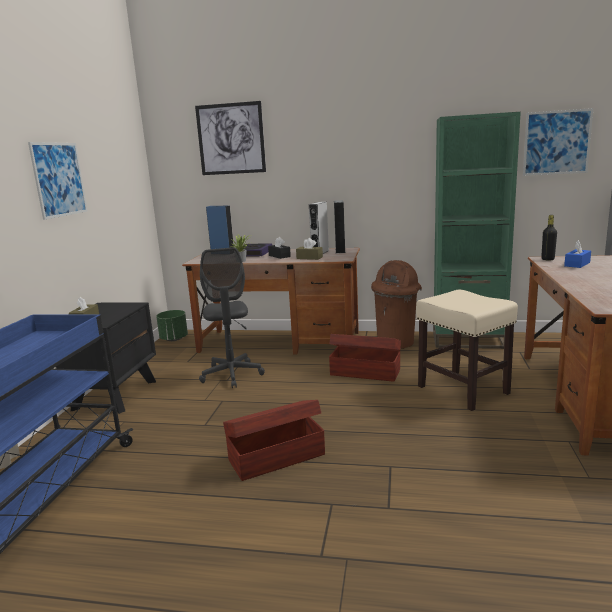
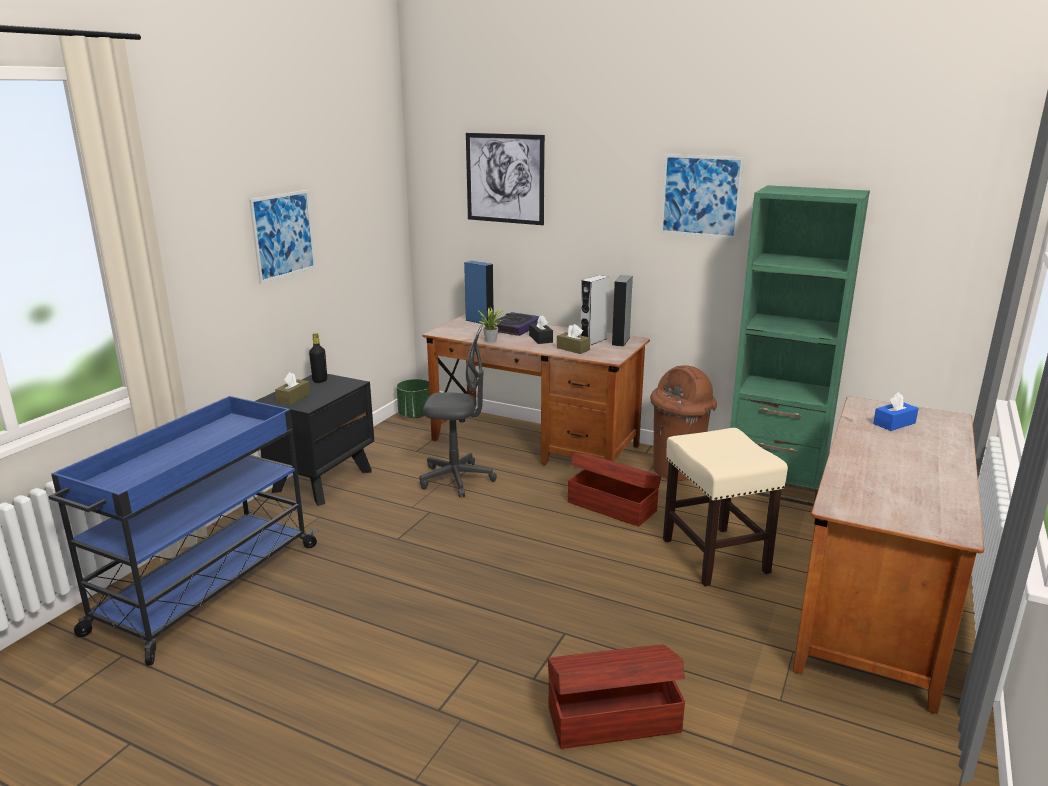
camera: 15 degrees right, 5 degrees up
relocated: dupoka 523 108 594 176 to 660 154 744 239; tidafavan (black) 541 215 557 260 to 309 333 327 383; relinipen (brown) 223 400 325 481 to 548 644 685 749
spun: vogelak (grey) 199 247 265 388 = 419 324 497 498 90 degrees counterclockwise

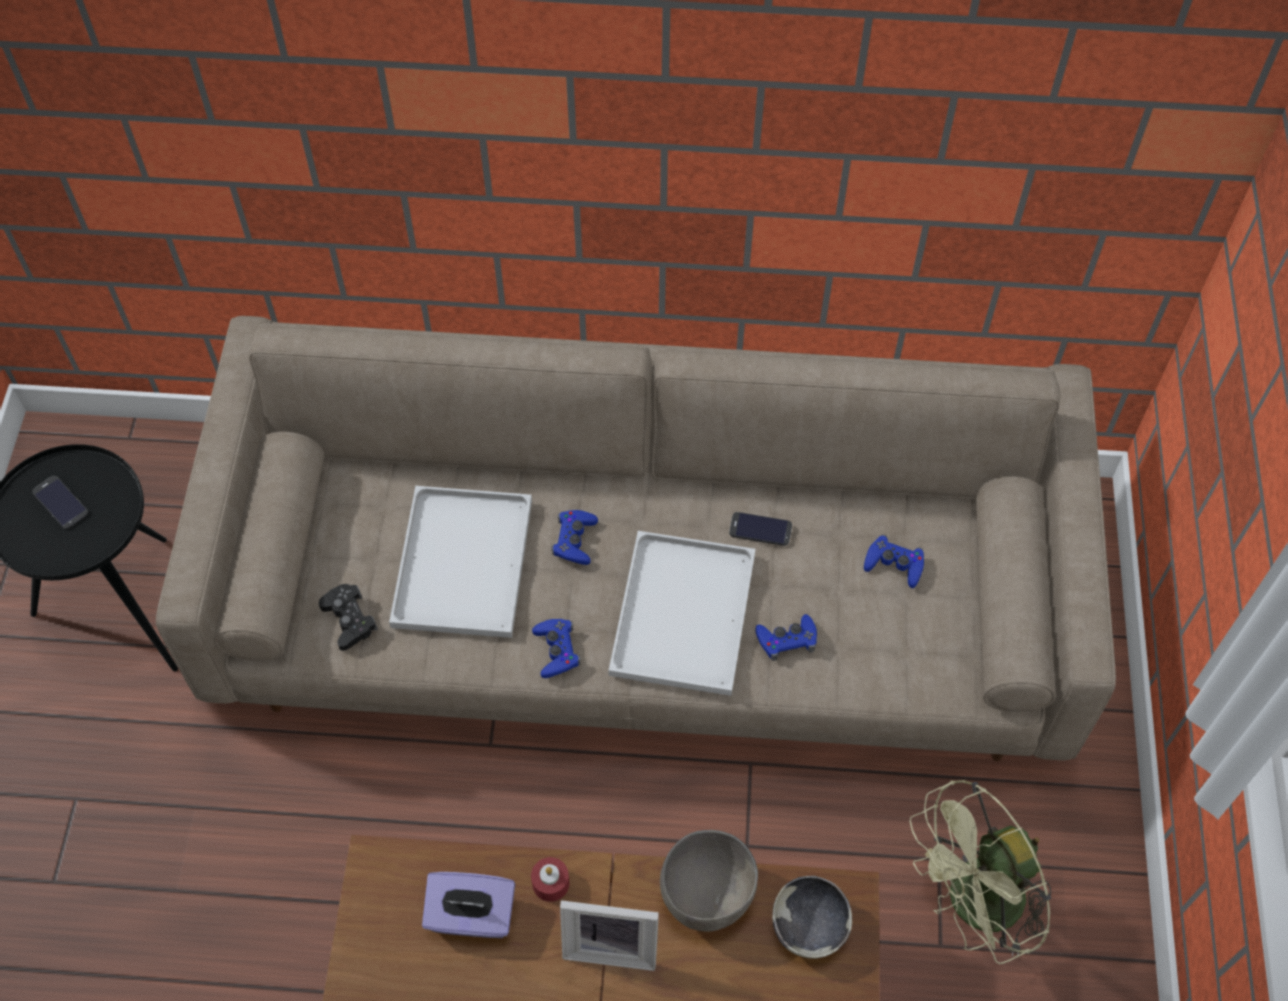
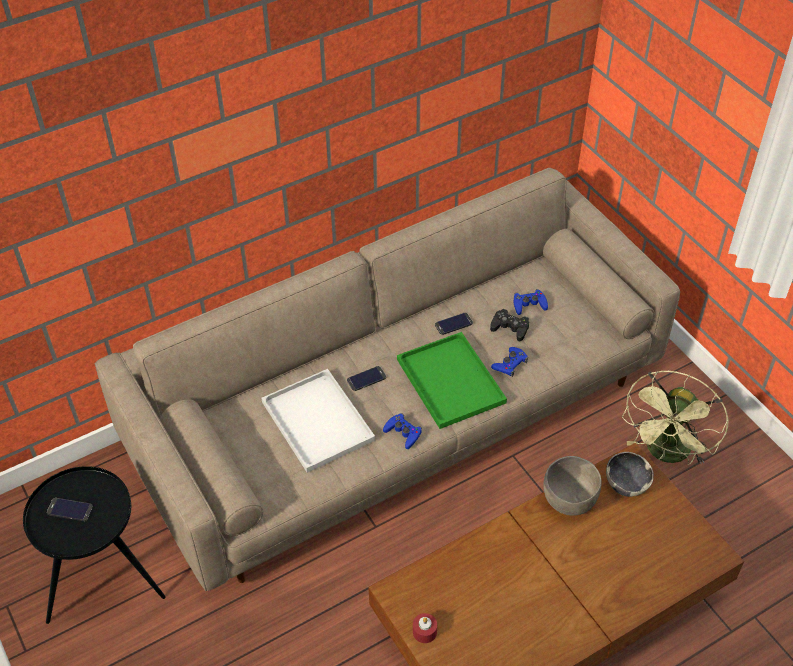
camera: 35 degrees left, 10 degrees down
missing: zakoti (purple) 422 872 515 938; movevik 560 900 659 971
relocated: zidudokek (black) 319 584 378 651 to 490 309 529 341; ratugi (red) 531 857 569 902 to 413 613 437 643
exchanged: zidudokek (blue) 551 510 598 565 to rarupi 347 366 386 391
colour: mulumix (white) 608 531 755 696 to mulumix (green) 397 332 507 429

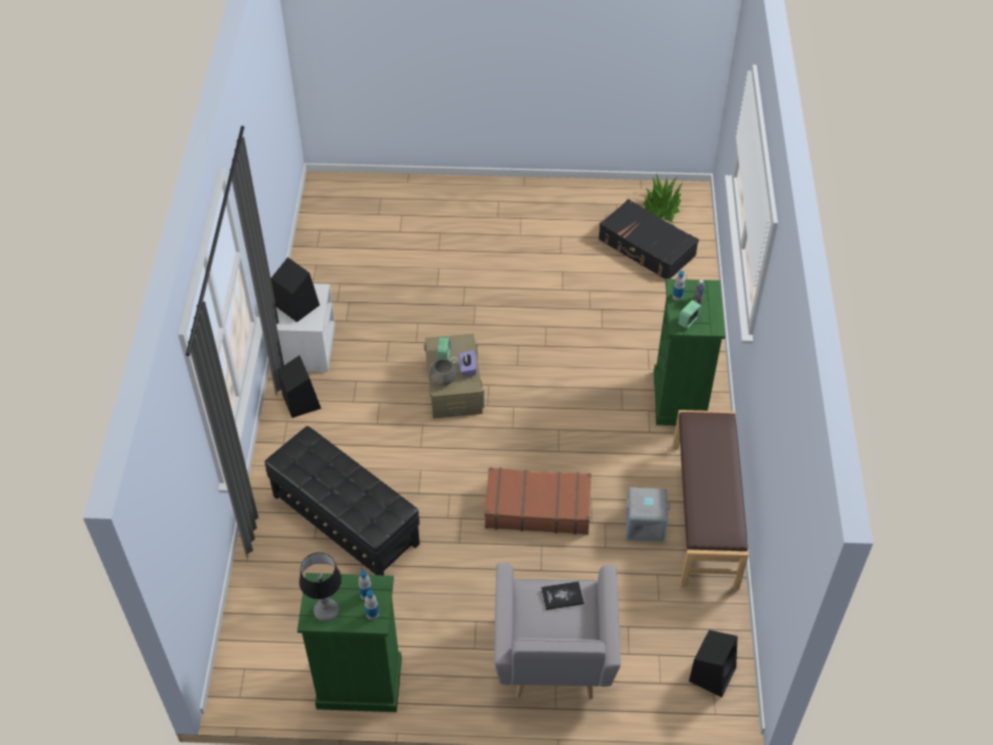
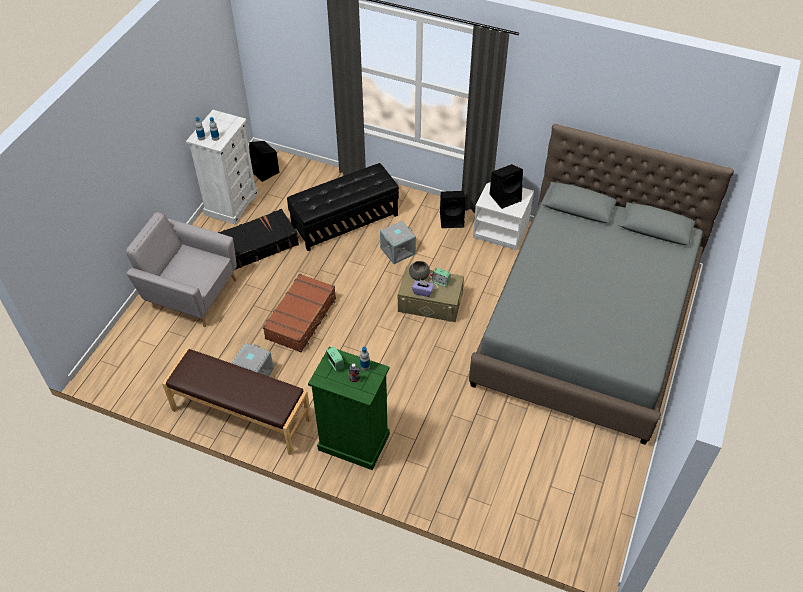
camera: 110 degrees right, 0 degrees up
missing: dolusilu 643 174 682 222; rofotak 299 553 342 622; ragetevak 541 581 584 610
appeared: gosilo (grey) 469 124 734 445; relinipen (grey) 380 221 416 264
relocated: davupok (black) 598 199 699 280 to 218 209 299 270; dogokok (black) 689 630 738 697 to 249 141 279 182
colour: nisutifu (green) 297 573 402 712 to nisutifu (white) 186 110 258 225

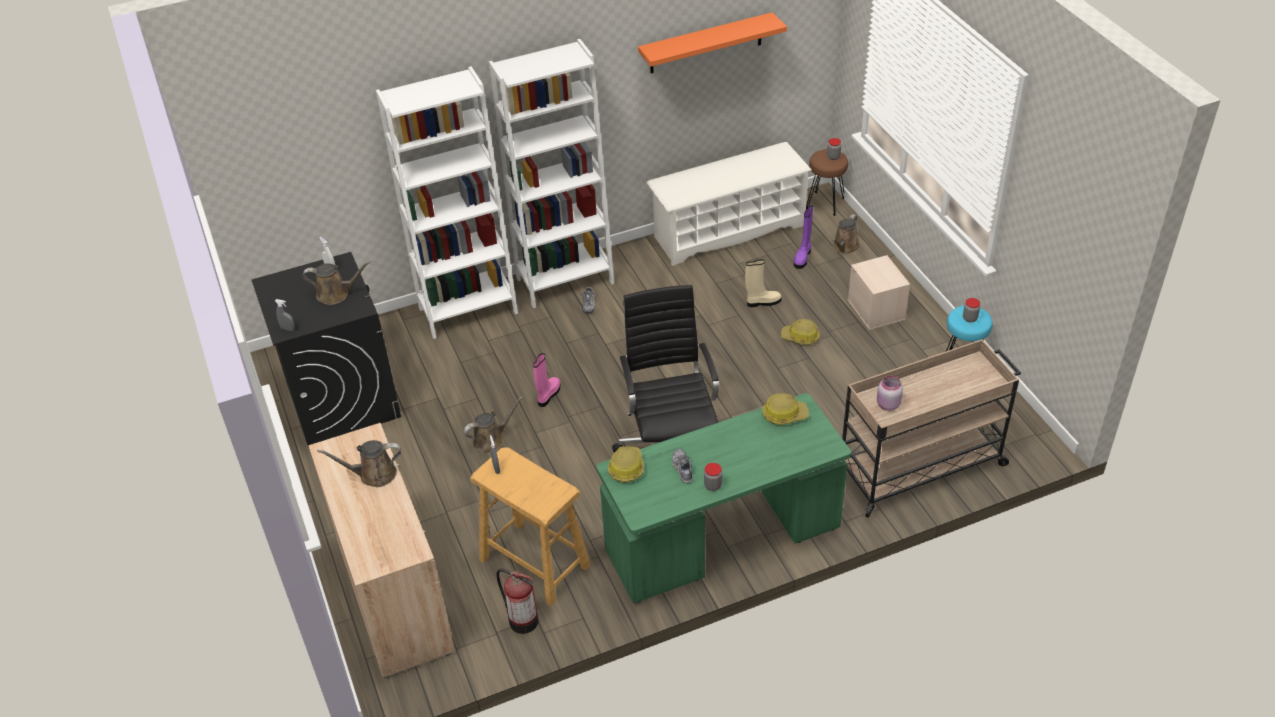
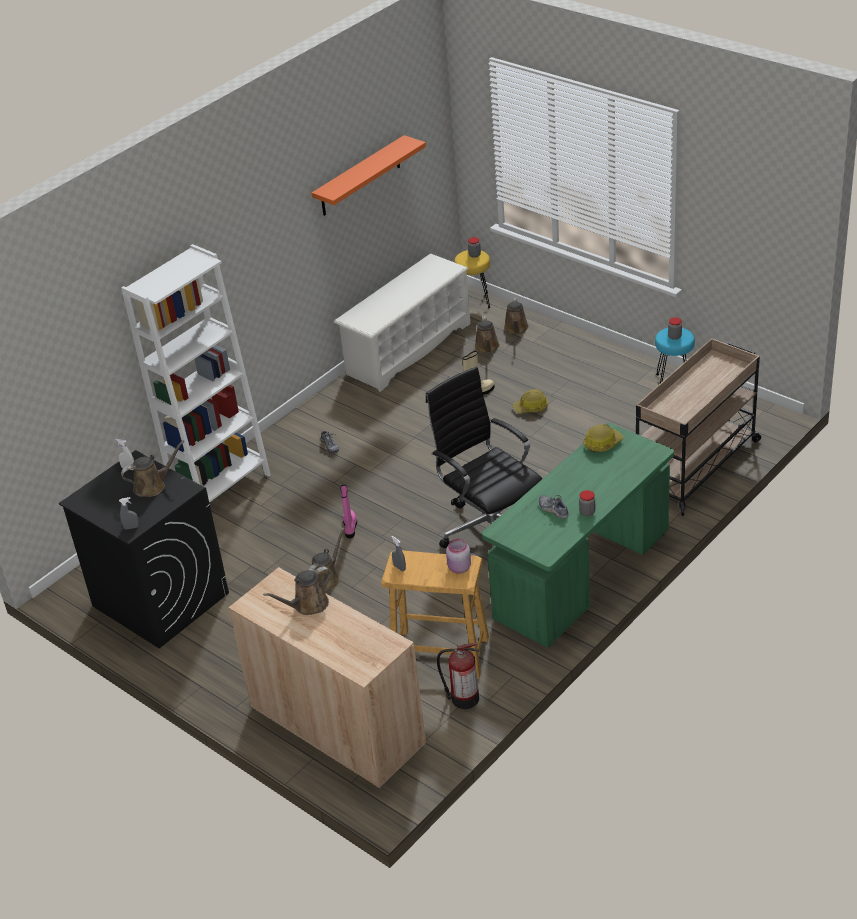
camera: 25 degrees left, 5 degrees down
missing: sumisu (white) 489 39 614 308; relinipen (beige) 848 255 910 330; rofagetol 608 446 644 483
relocated: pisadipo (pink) 877 376 903 411 to 446 539 471 574
exchanged: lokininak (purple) 794 206 813 269 to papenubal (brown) 475 316 500 353
colour: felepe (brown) 806 149 848 216 to felepe (yellow) 454 250 490 308

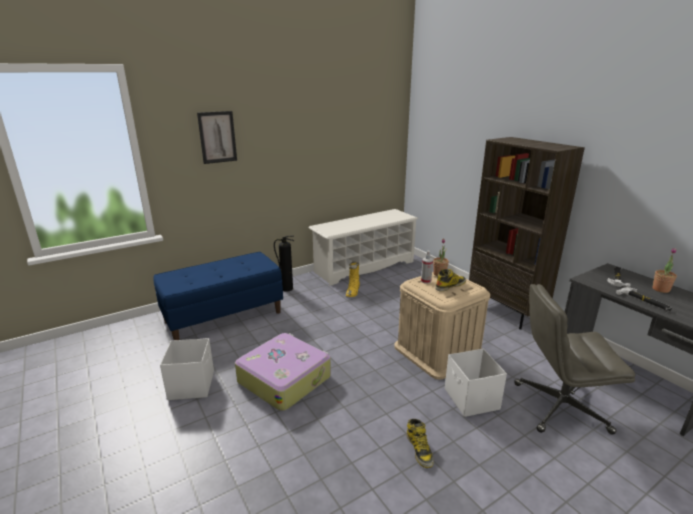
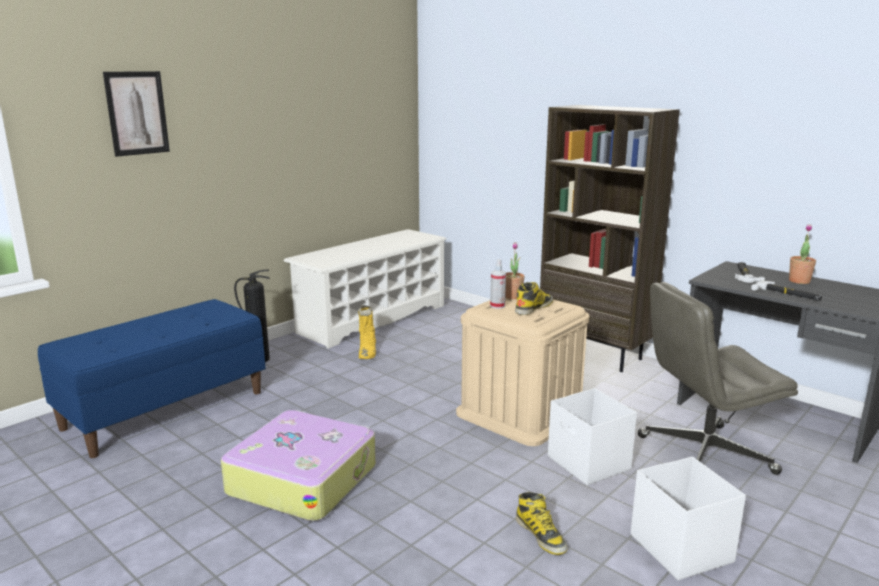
camera: 15 degrees left, 5 degrees down
relocated: relinipen (white) 160 338 214 400 to 631 457 746 580

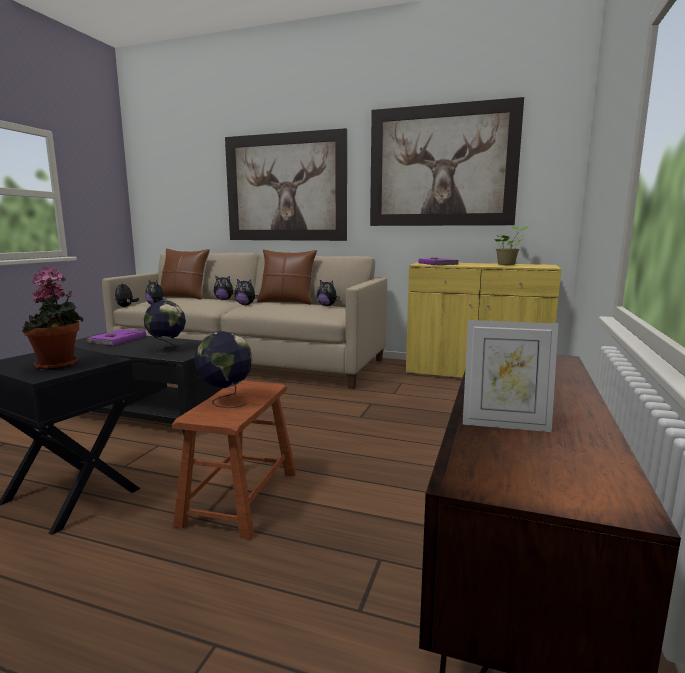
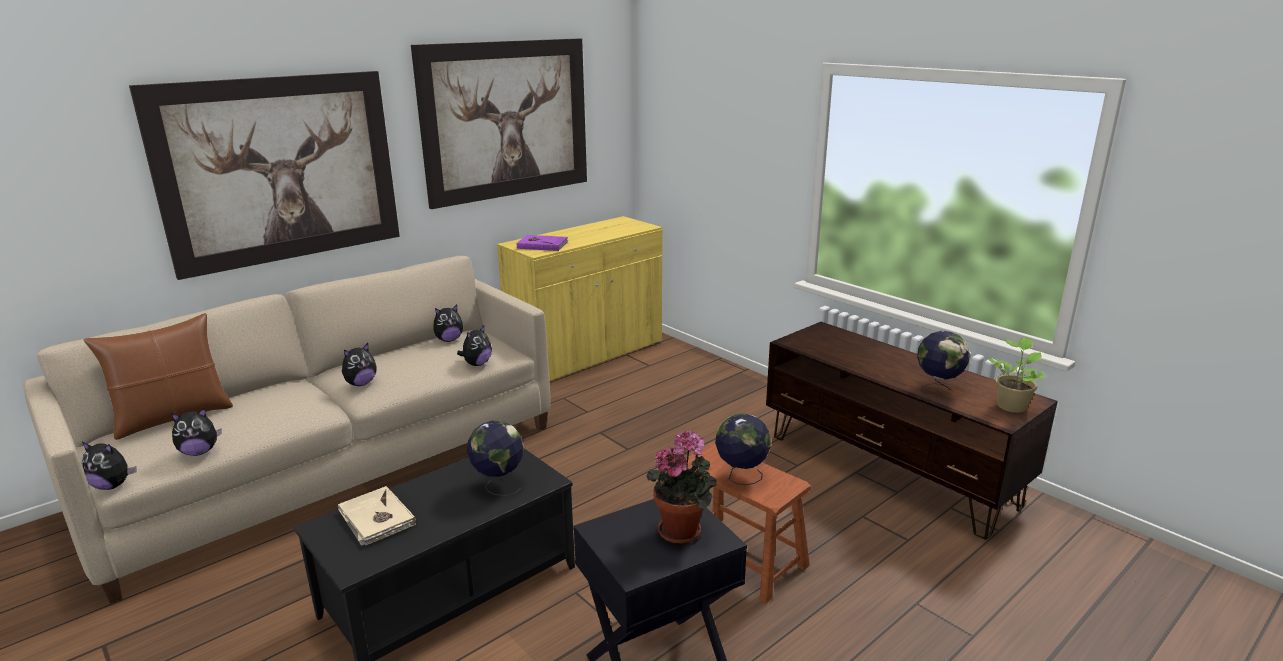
camera: 60 degrees left, 10 degrees up
missing: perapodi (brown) 257 249 317 305
relocated: dolusilu 494 226 529 265 to 988 337 1045 413; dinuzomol 214 275 235 300 to 457 325 492 366
exchanged: movevik 463 320 558 432 to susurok 917 331 970 397
colour: ragetevak (purple) 87 329 146 346 to ragetevak (beige) 337 486 416 546

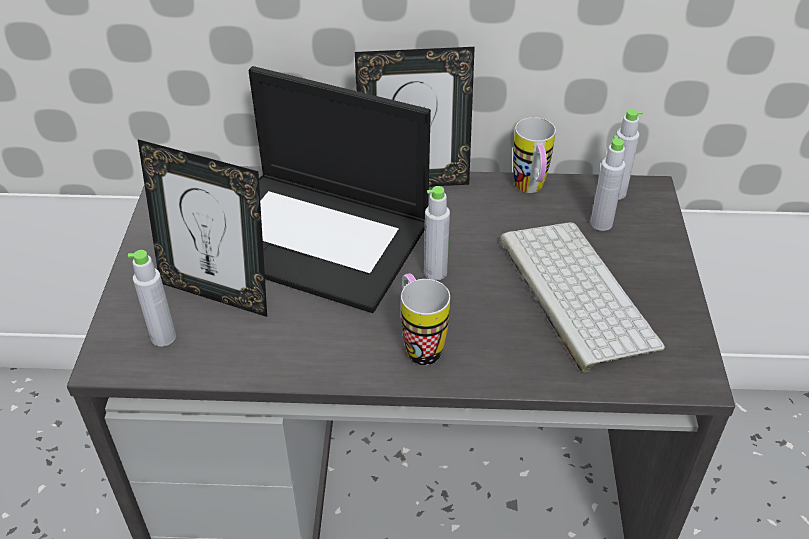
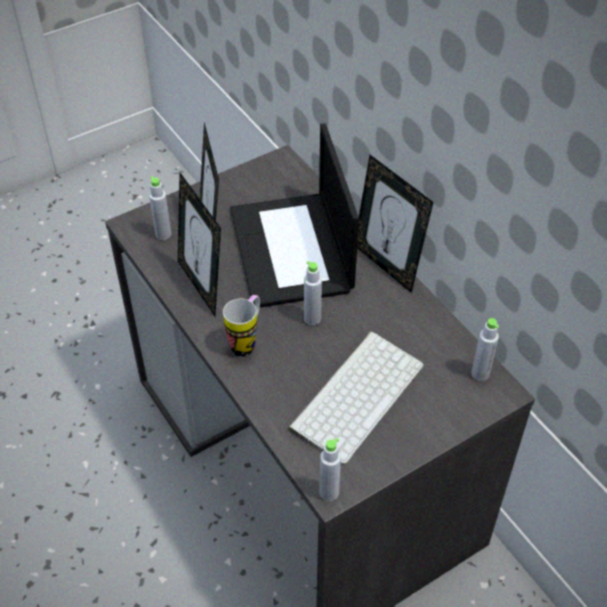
camera: 55 degrees right, 5 degrees up
missing: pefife 513 117 556 193
appeared: movevik 178 173 221 316
relocated: tidafavan (grey) 590 136 626 231 to 319 438 341 501

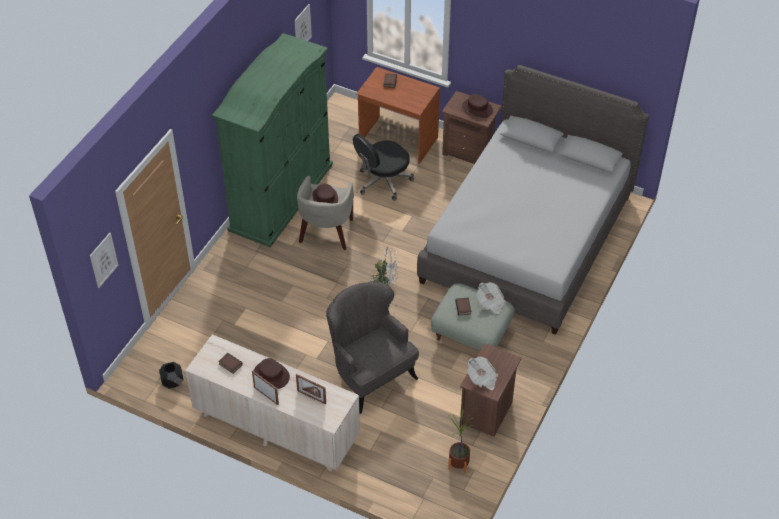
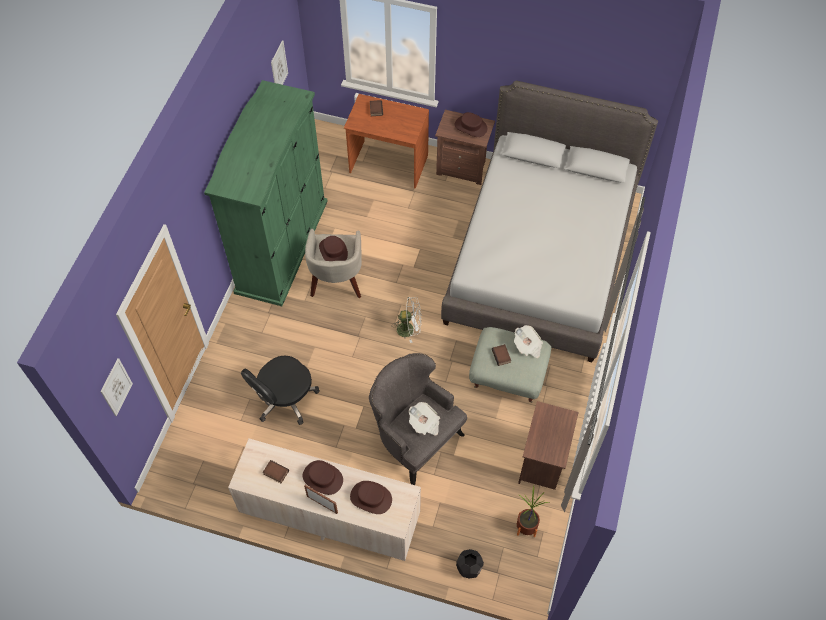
camera: 10 degrees left, 10 degrees up
relocated: vogelak (black) 353 134 414 201 to 241 355 320 425; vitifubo 467 357 498 390 to 409 402 440 436; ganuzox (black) 159 362 183 388 to 456 549 484 579
exchanged: movevik 296 374 326 404 to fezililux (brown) 350 481 392 514

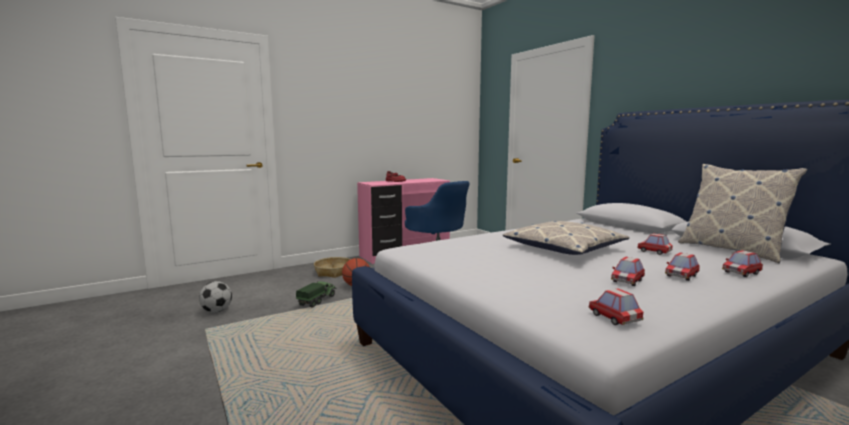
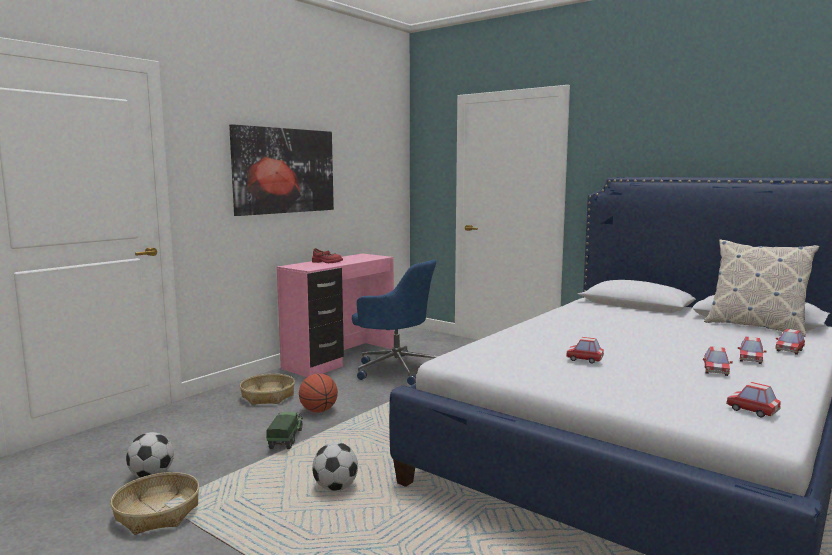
camera: 20 degrees left, 0 degrees up
missing: perapodi 503 221 630 255
appeared: dupoka 229 124 334 216; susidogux 312 442 358 491; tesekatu 110 472 200 535
relocated: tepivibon 637 233 673 255 to 566 337 604 364

